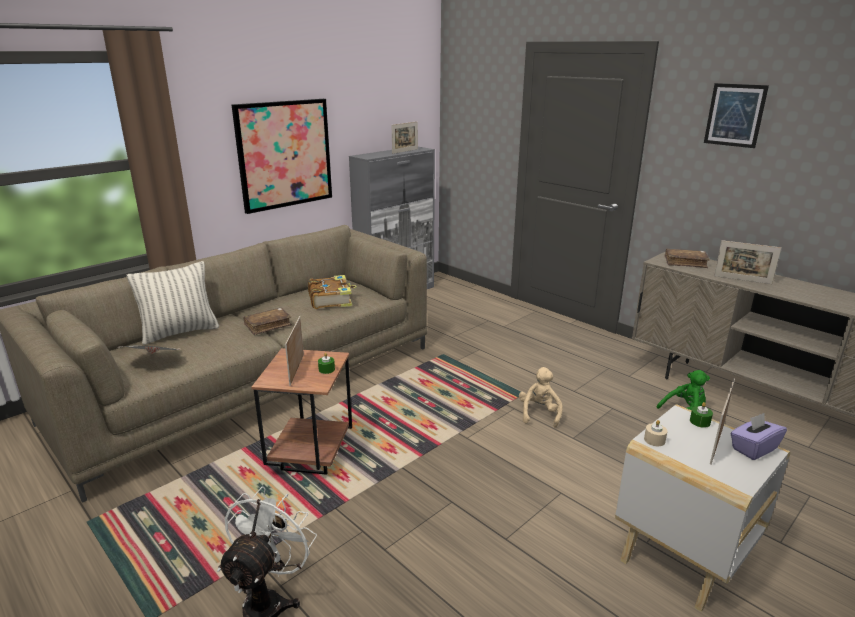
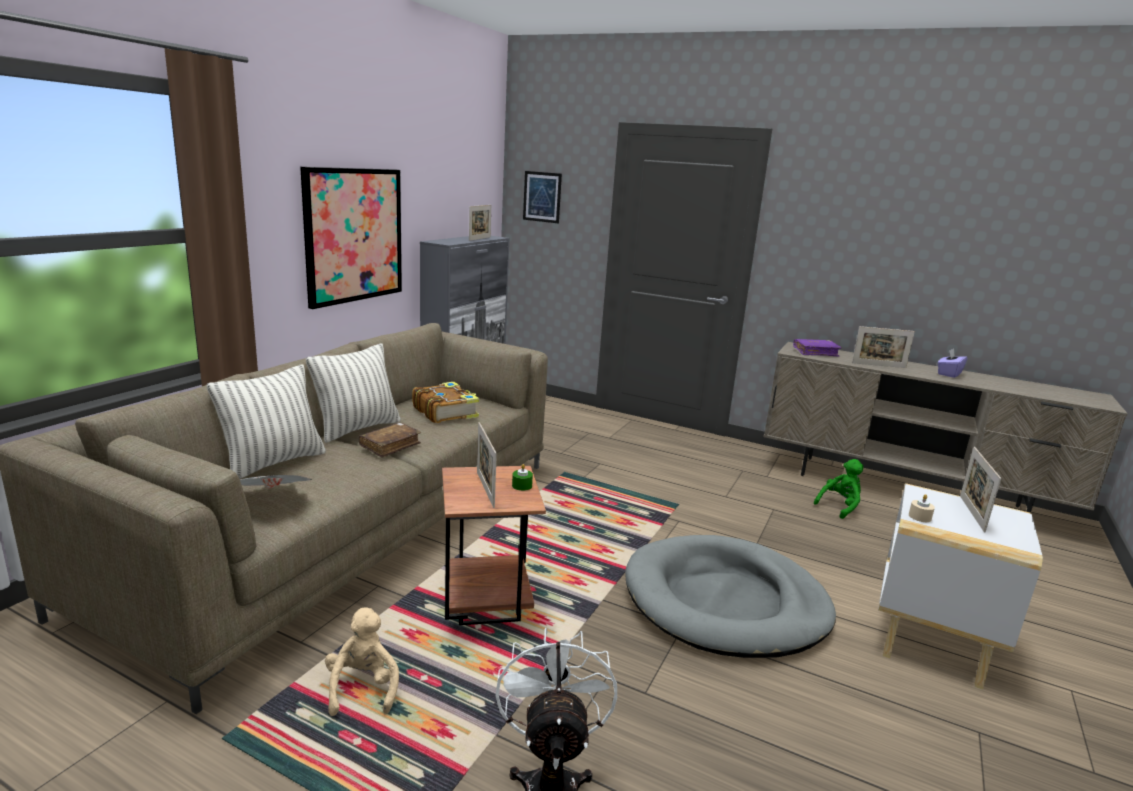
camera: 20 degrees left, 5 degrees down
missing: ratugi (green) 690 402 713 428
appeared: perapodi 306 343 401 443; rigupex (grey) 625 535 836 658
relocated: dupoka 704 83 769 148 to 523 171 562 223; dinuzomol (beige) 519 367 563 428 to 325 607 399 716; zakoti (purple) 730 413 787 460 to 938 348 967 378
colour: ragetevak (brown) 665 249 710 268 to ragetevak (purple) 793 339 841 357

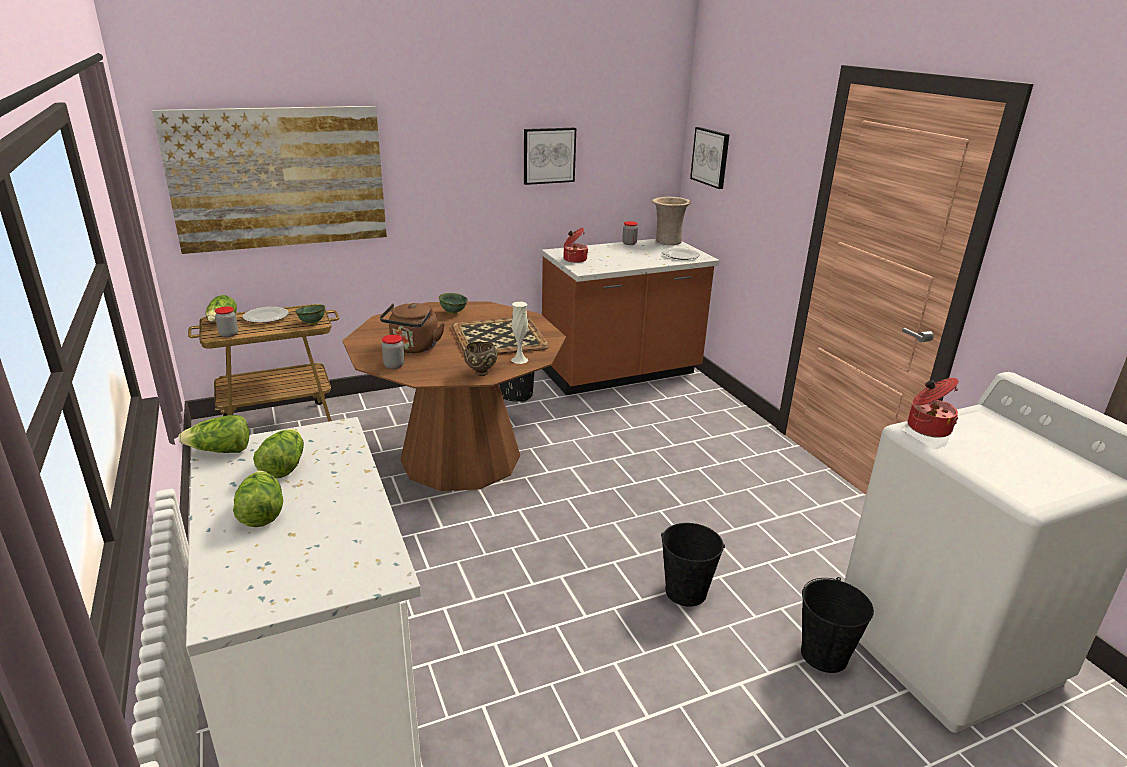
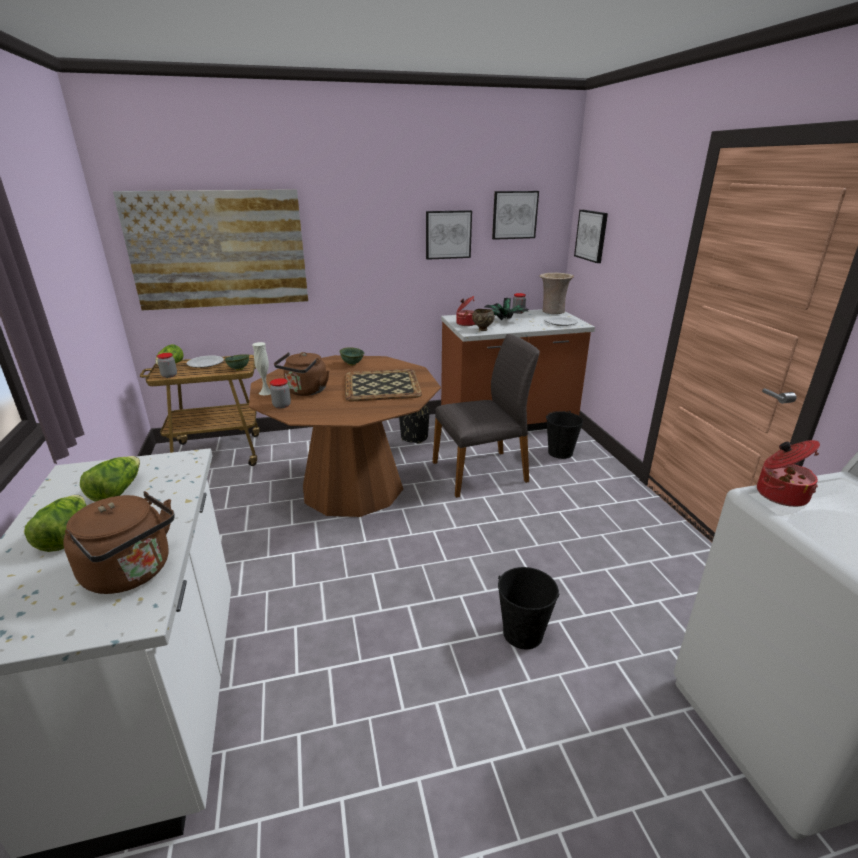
camera: 10 degrees right, 0 degrees up
missing: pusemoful 178 415 249 453
appeared: dupoka 492 191 539 240; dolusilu 485 298 529 320; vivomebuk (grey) 433 334 540 498; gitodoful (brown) 63 491 175 594
relocated: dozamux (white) 511 302 528 364 to 252 342 271 395; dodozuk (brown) 464 342 498 376 to 472 309 495 331; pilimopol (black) 801 577 874 673 to 546 411 583 459

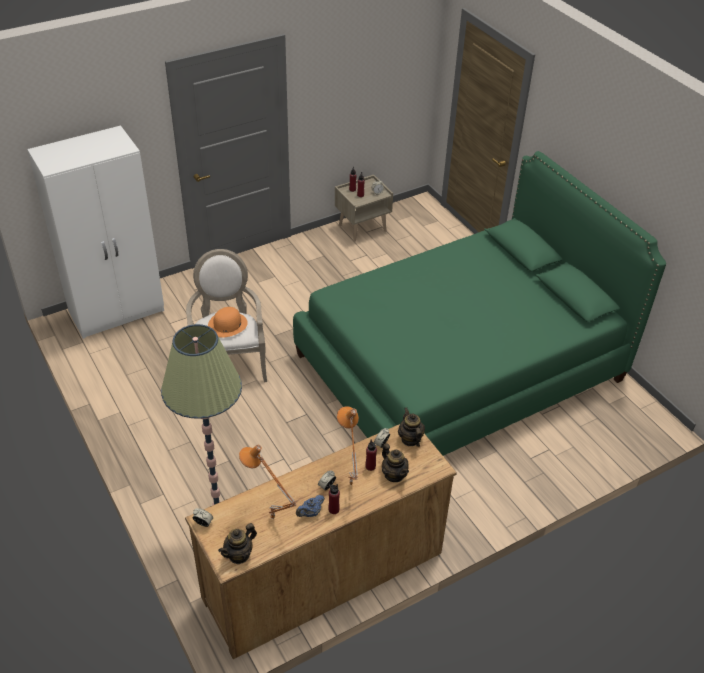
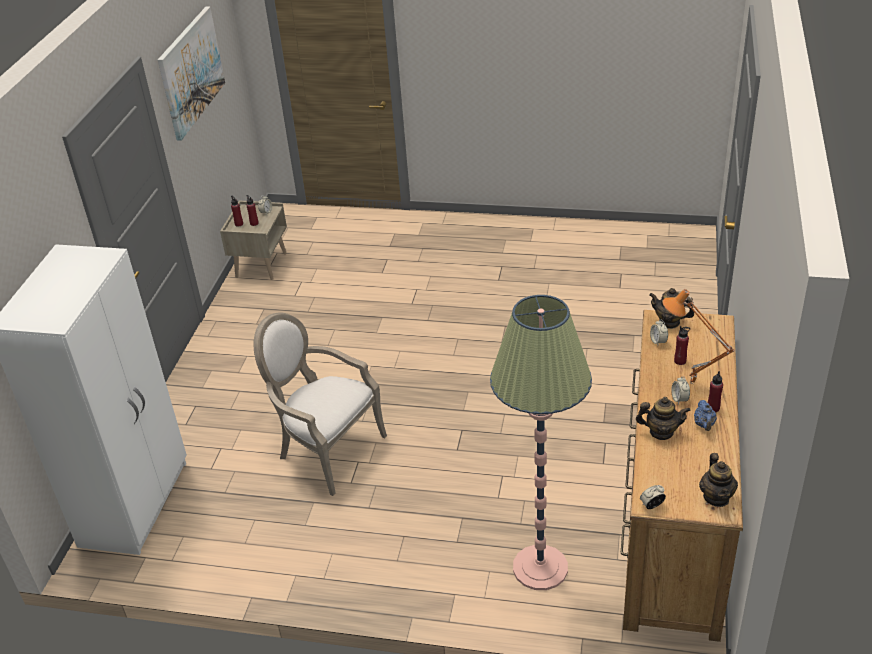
camera: 45 degrees left, 5 degrees down
missing: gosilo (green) 293 151 666 456; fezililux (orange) 208 307 248 338; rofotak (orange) 239 445 297 520
appeared: dupoka 158 7 225 141
relocated: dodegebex 382 443 409 482 to 636 397 691 440

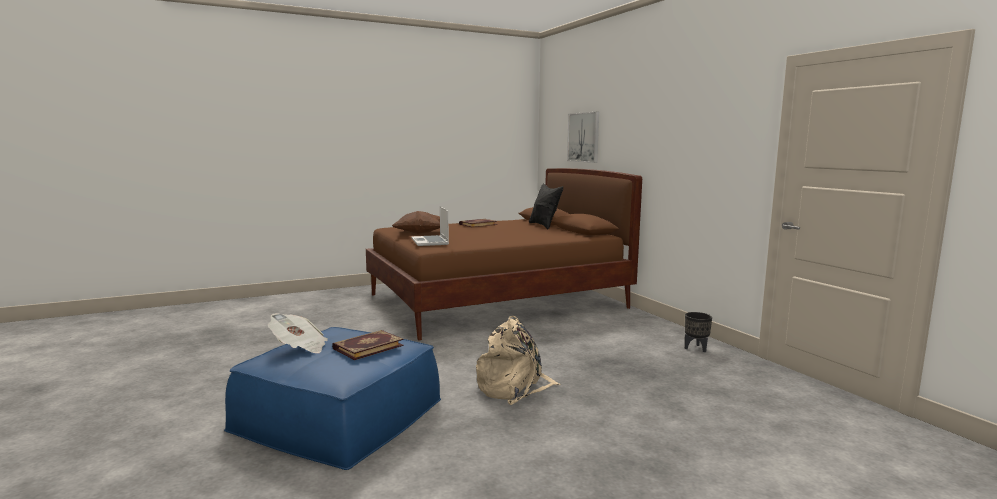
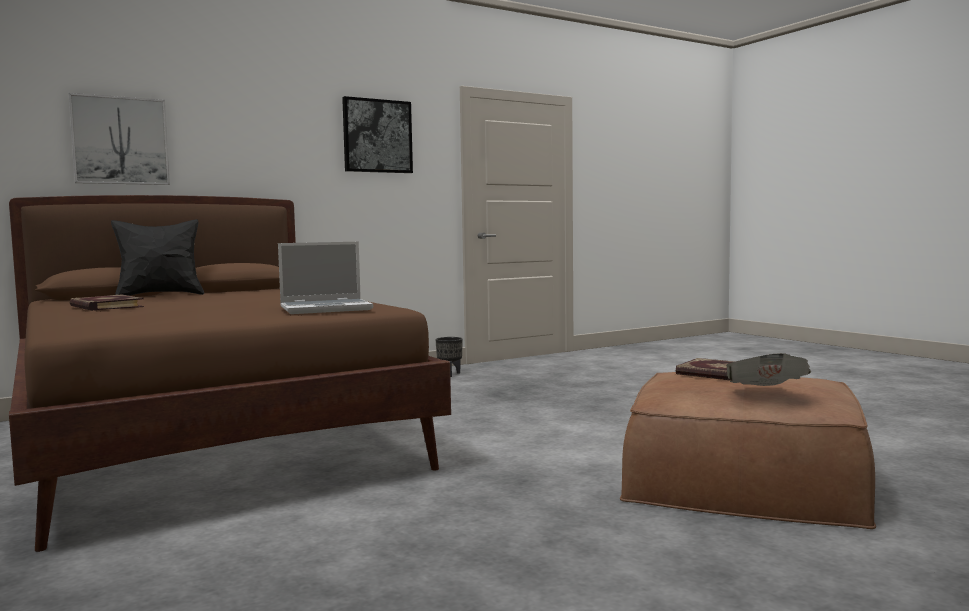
camera: 95 degrees left, 5 degrees down
missing: perapodi (brown) 392 211 440 234; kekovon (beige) 476 316 560 405
appeared: dupoka 342 96 413 173
colour: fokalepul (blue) 224 327 441 470 to fokalepul (brown) 620 372 876 529

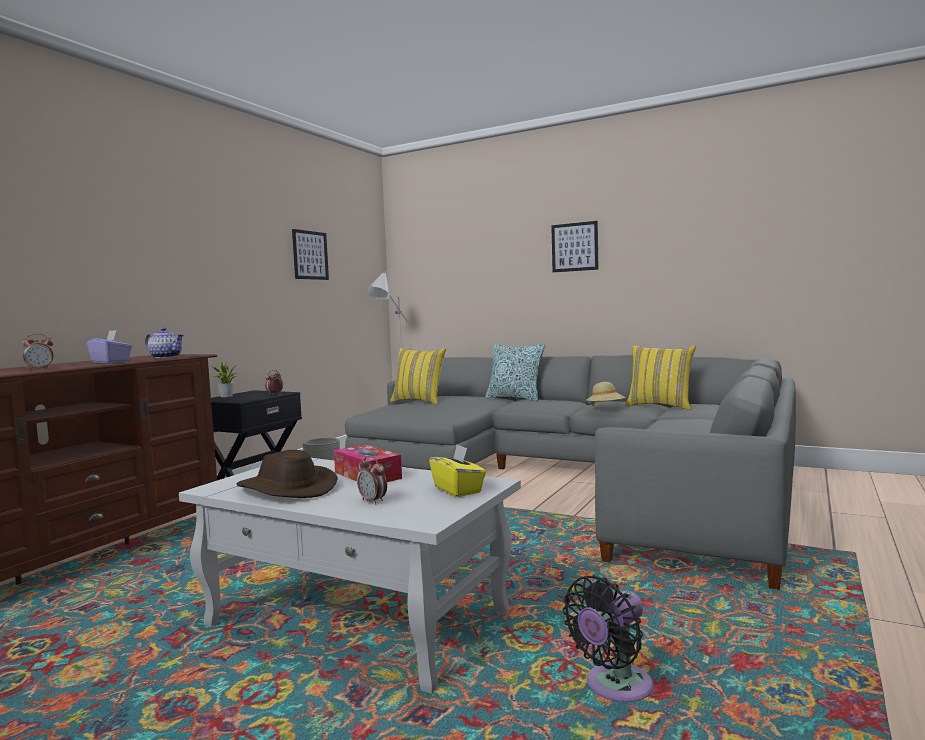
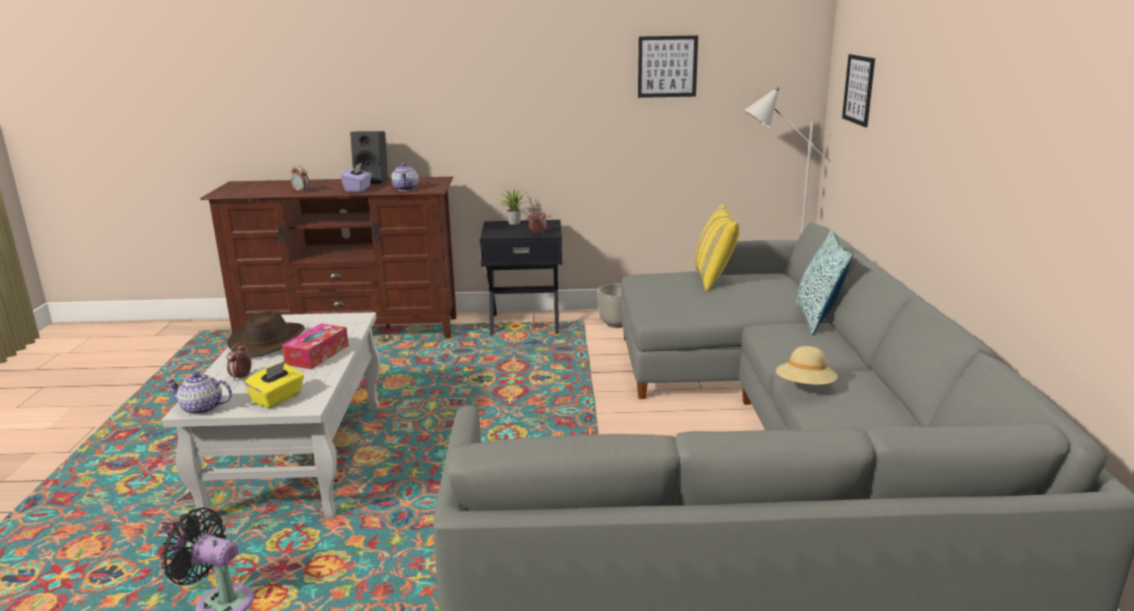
camera: 60 degrees right, 15 degrees up
missing: perapodi (yellow) 625 345 696 410
appeared: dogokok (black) 350 131 388 184; dodegebex 165 372 232 415
relocated: dupoka 551 221 599 272 to 842 54 875 127

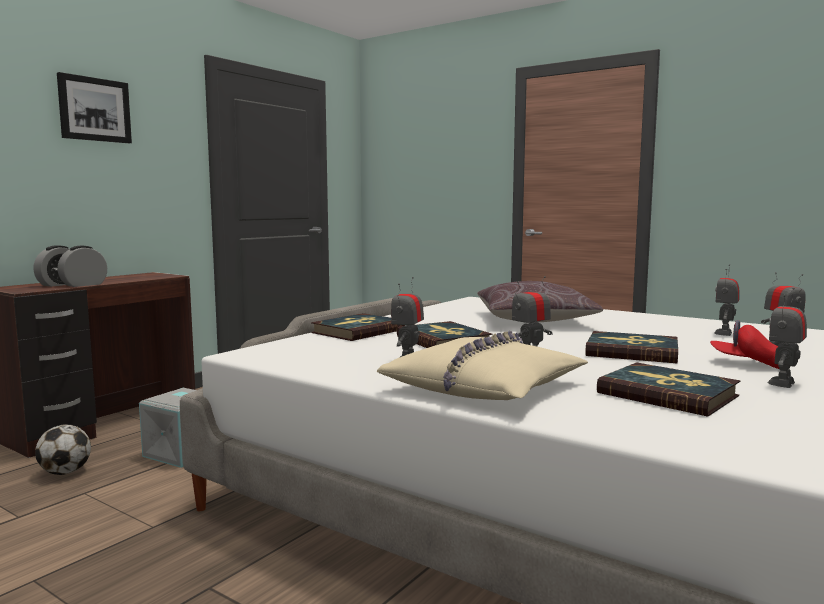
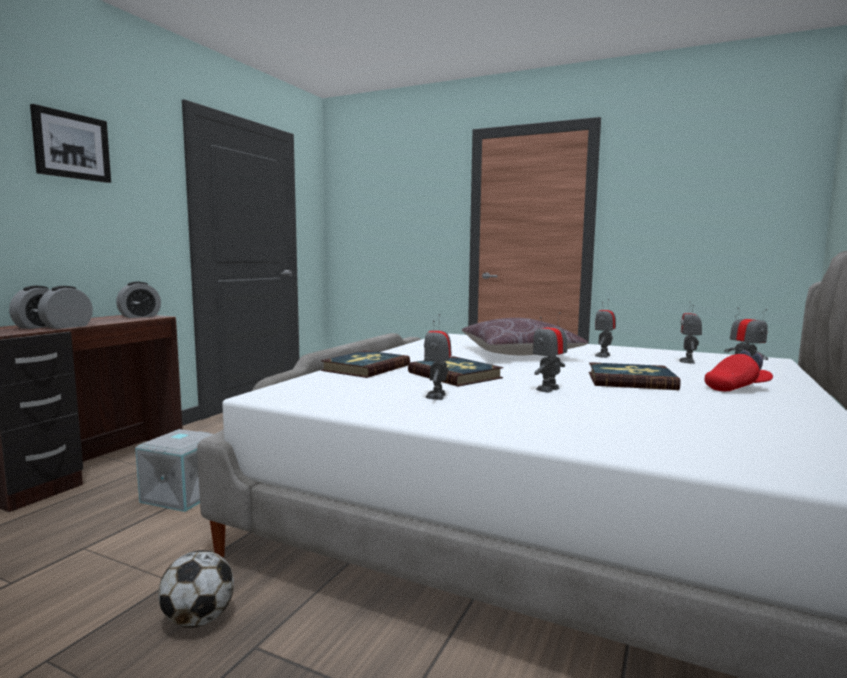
camera: 10 degrees left, 0 degrees up
missing: perapodi (beige) 377 331 588 400; ragetevak 597 362 740 417
appeared: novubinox 116 282 161 318
relocated: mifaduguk 767 288 807 388 to 595 299 616 358; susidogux 35 424 91 475 to 158 550 234 628
spun: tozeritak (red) 710 320 779 369 = 705 350 773 391 150 degrees clockwise

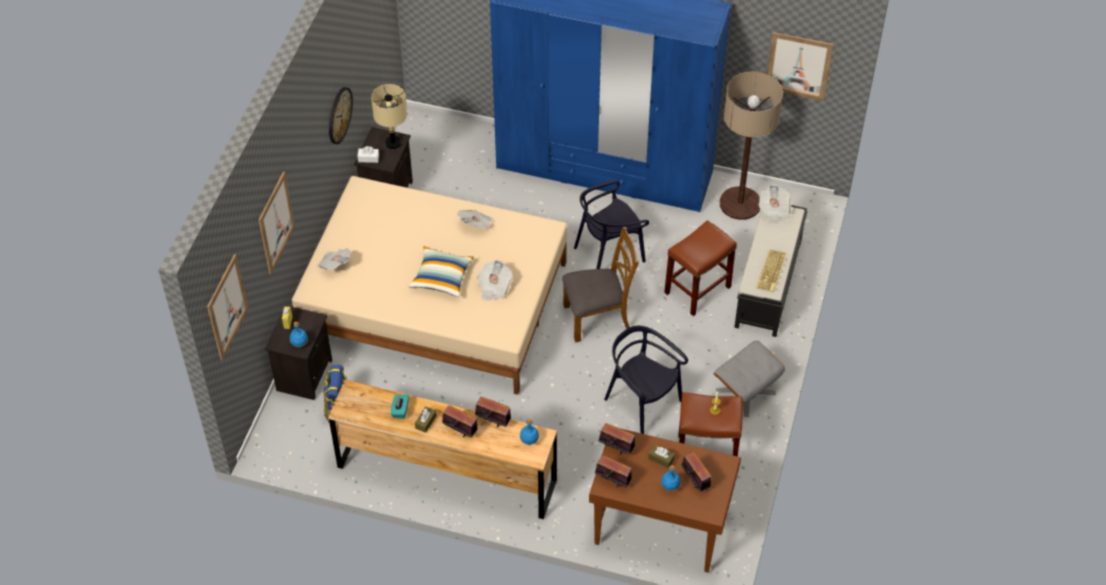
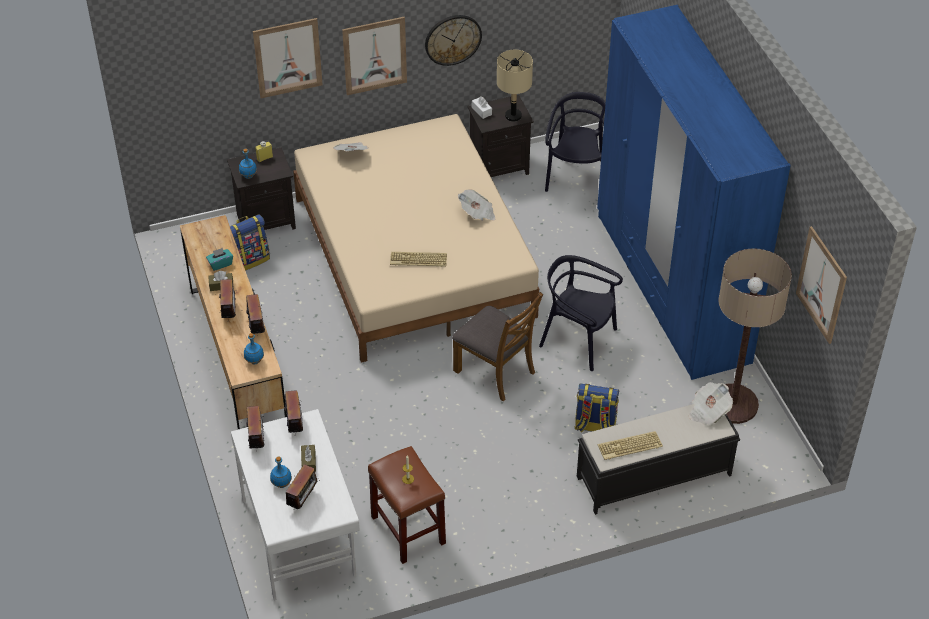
camera: 55 degrees right, 5 degrees down
missing: perapodi 409 246 474 297; fokalepul (grey) 713 341 785 417
relocated: dupoka 207 254 249 360 to 342 17 407 95; vivomebuk (black) 604 326 688 434 to 545 92 606 192
exchanged: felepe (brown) 664 220 737 316 to kekovon 574 383 620 433; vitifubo 478 260 513 301 to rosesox 390 252 447 267
colour: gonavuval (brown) 589 428 741 573 to gonavuval (white) 231 409 360 600

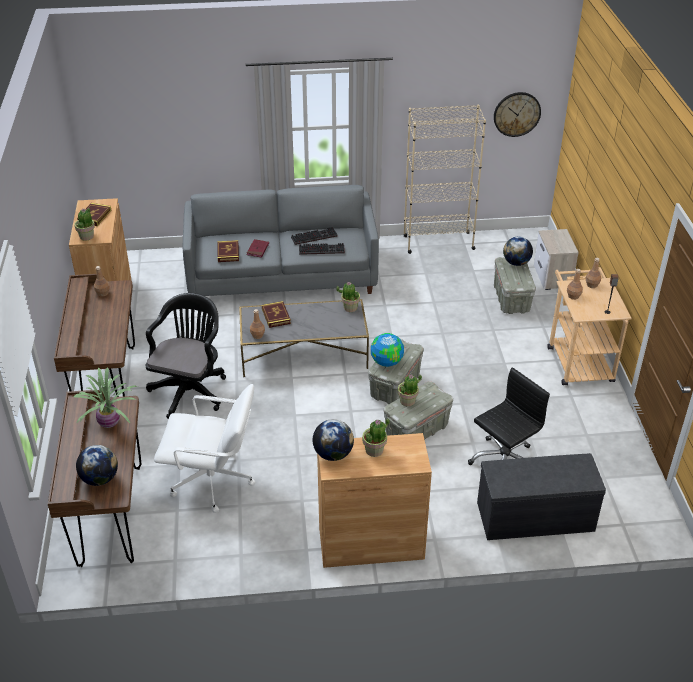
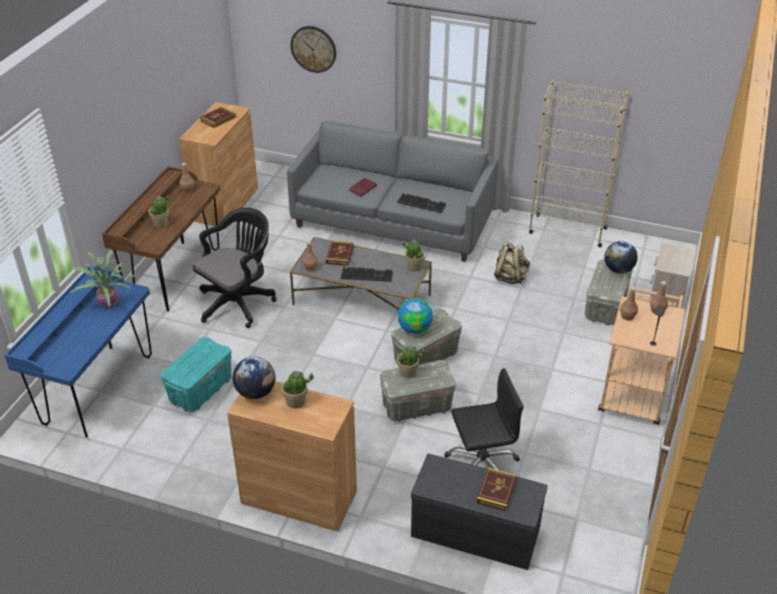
camera: 25 degrees right, 0 degrees up
missing: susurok 76 445 118 486
appeared: kekovon (beige) 494 241 530 284
relocated: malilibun 494 92 541 137 to 291 26 336 73; dolusilu 74 208 95 241 to 148 195 170 228; rosesox 291 227 338 245 to 341 267 393 282; ragetevak 218 240 239 262 to 477 467 517 511
exchanged: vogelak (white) 154 384 255 513 to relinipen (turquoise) 160 337 231 412
colour: gonavuval (brown) 48 390 142 567 to gonavuval (blue) 4 266 152 438

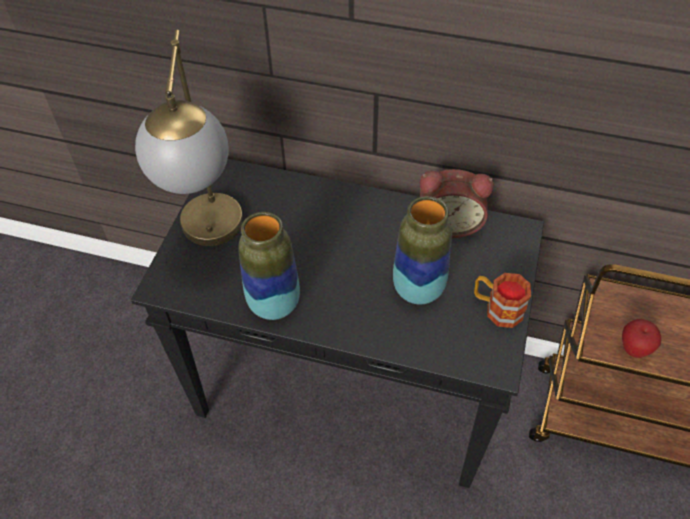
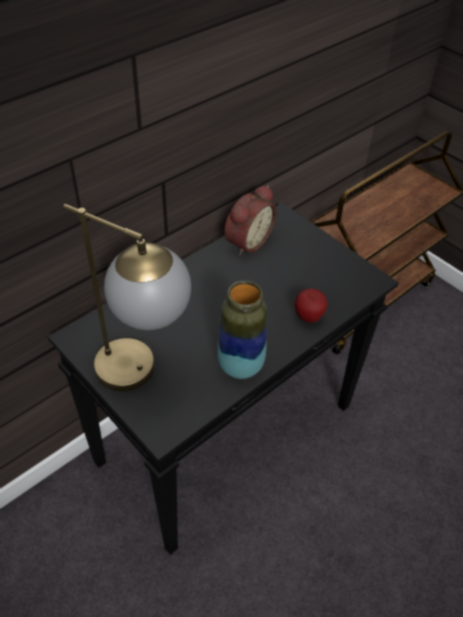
camera: 60 degrees left, 5 degrees down
missing: dozamux 393 196 452 305; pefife 474 273 531 328
relocated: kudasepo 622 319 661 358 to 295 288 328 323

